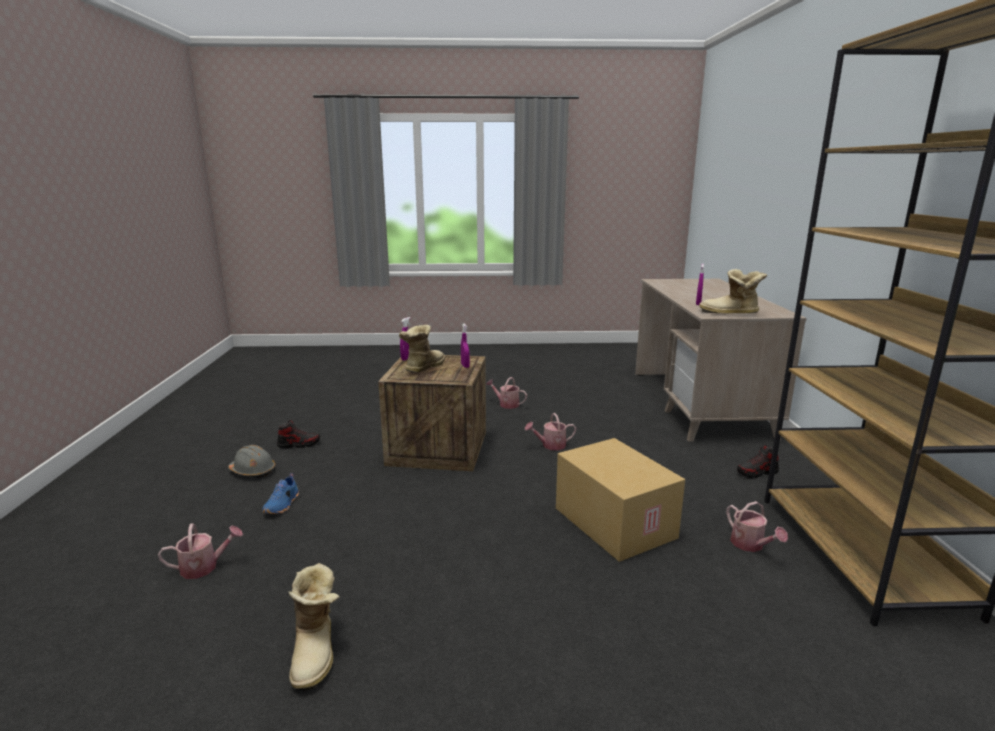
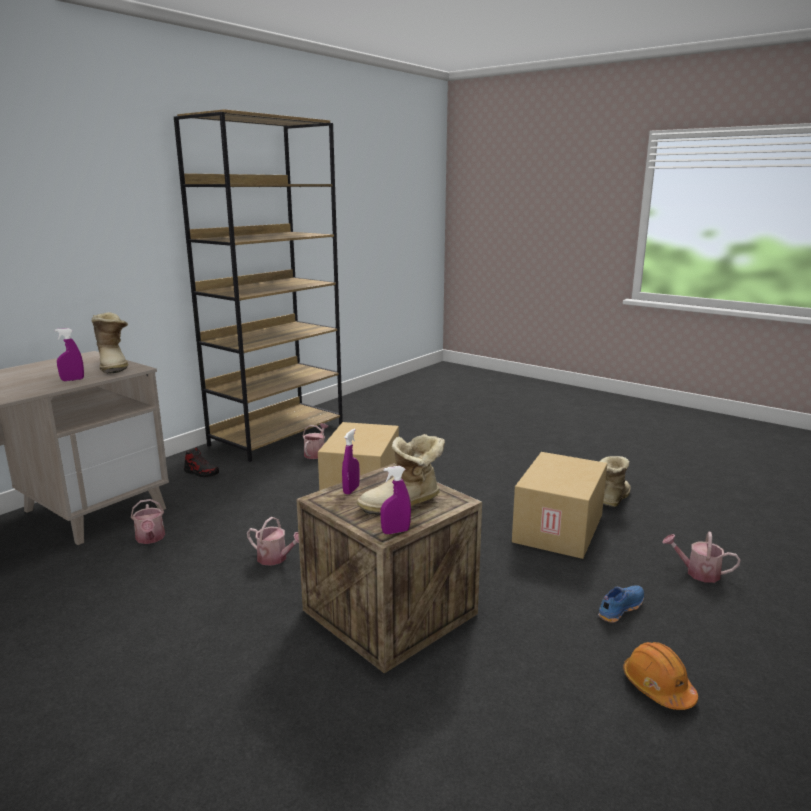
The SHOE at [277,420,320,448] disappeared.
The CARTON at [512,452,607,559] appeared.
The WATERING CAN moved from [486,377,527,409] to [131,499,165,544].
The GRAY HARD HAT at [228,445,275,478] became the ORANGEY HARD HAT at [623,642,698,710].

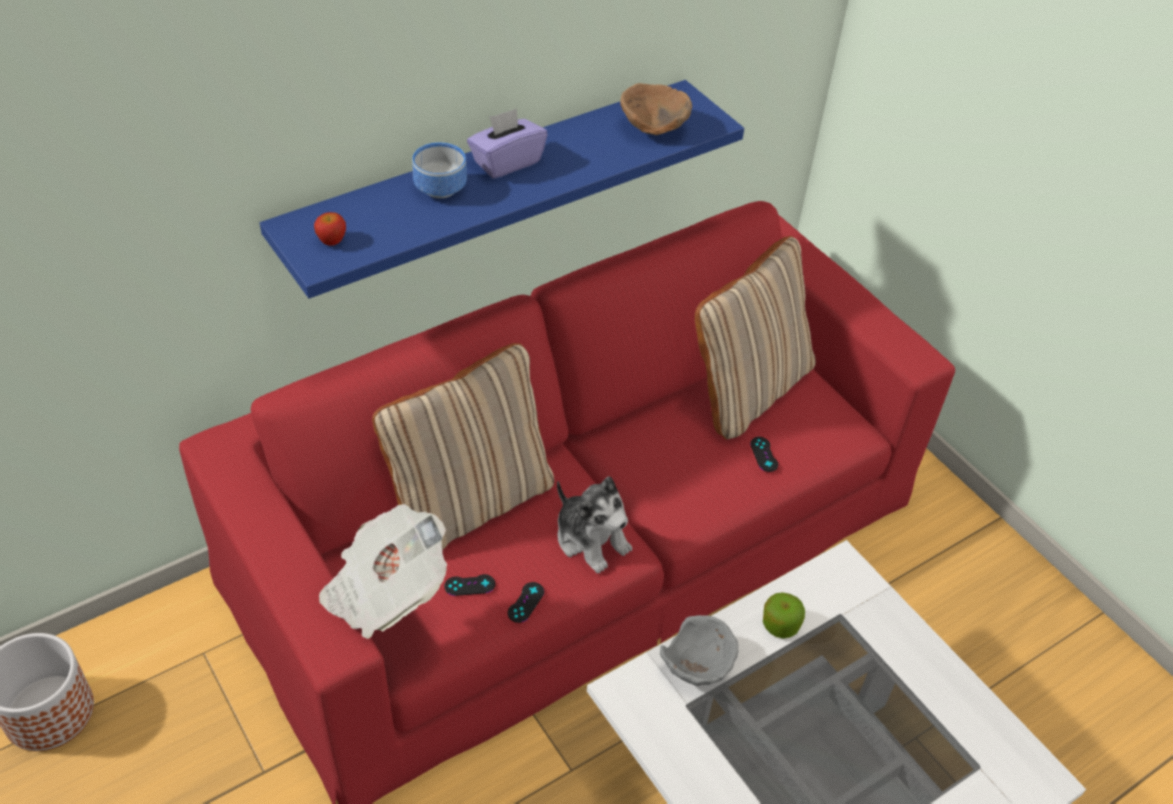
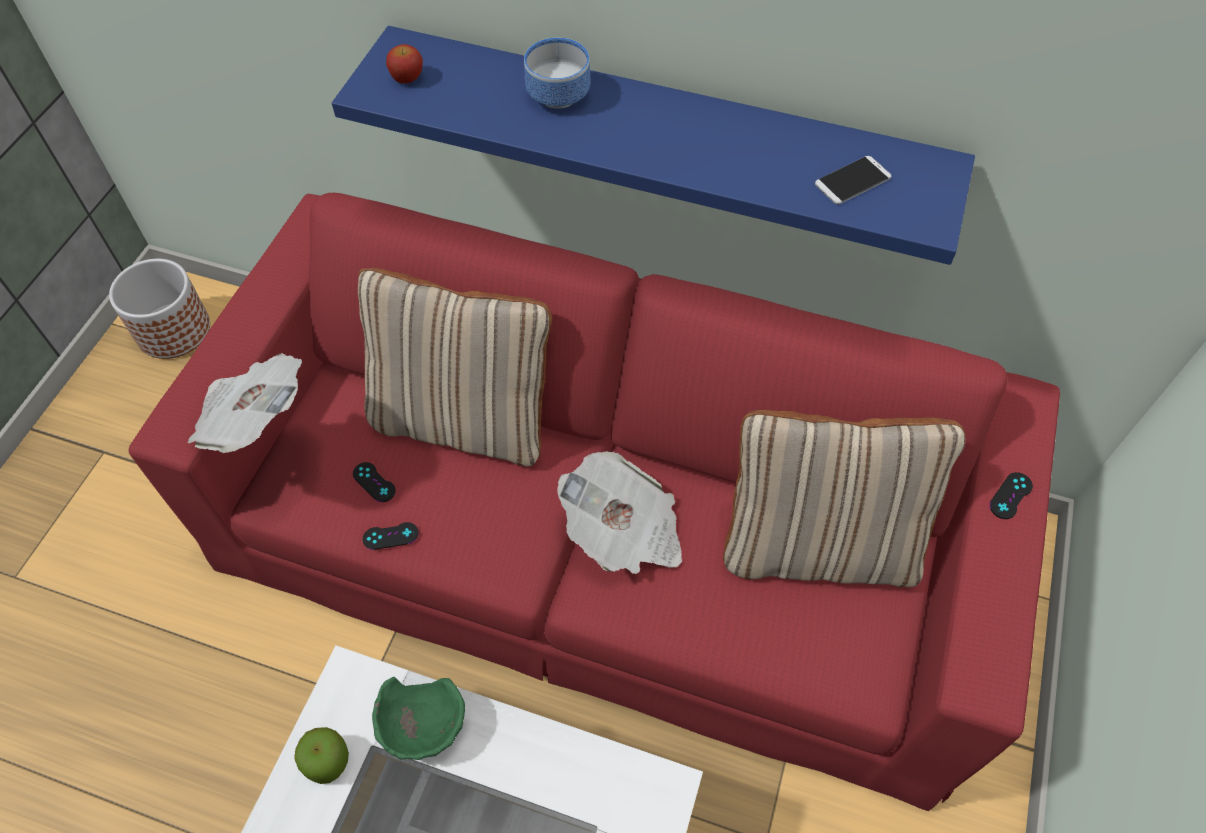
The PURPLISH TISSUE HOLDER at [467,108,548,179] disappeared.
The PLUSH TOY at [557,477,632,574] disappeared.
The DAILY PAPER at [557,451,682,574] appeared.
The BLACKISH JOYPAD moved from [750,437,778,472] to [989,472,1033,519].
The APPLE FRUIT moved from [763,592,805,639] to [294,727,349,784].
The BROWN-COLOURED BOWL at [620,83,692,135] was replaced by the TELEPHONE at [815,156,891,204].
The GRAY BOWL at [660,615,738,686] became the GREEN-COLOURED BOWL at [372,677,465,760].

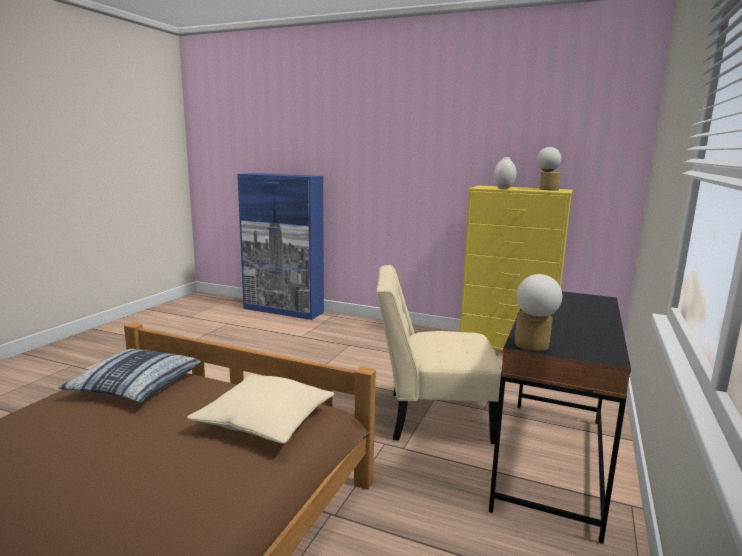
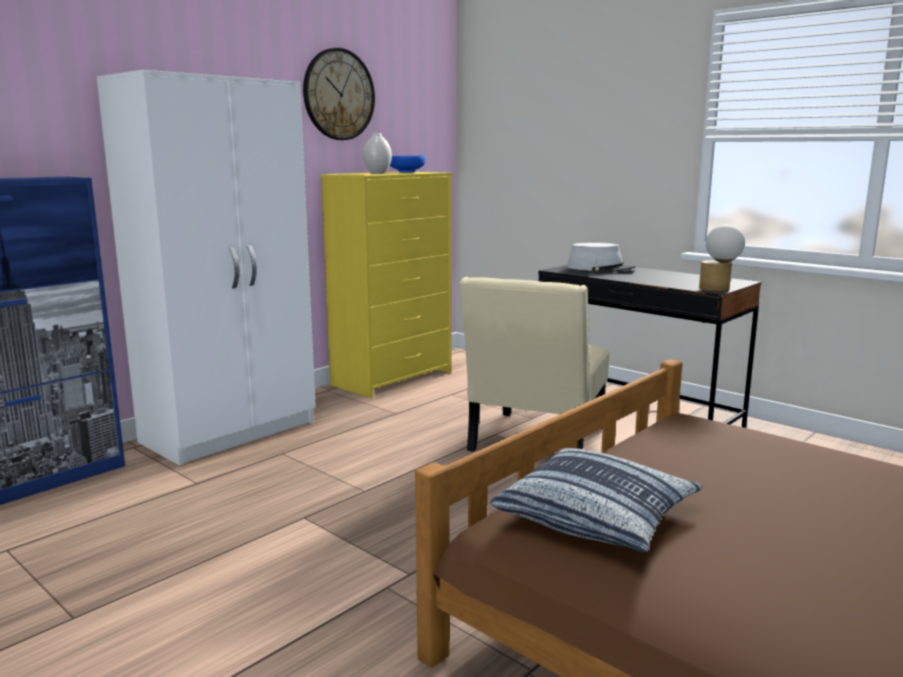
The SAND-COLOURED CUSHION at [187,375,334,444] disappeared.
The WHITE-COLOURED CLOTHES CUPBOARD at [97,70,316,466] appeared.
The HANGING CLOCK at [303,48,375,140] appeared.
The GRAY CLOTHING HAT at [567,243,636,272] appeared.
The TABLE LAMP at [536,147,561,191] was replaced by the BLUE BOWL at [390,156,426,173].

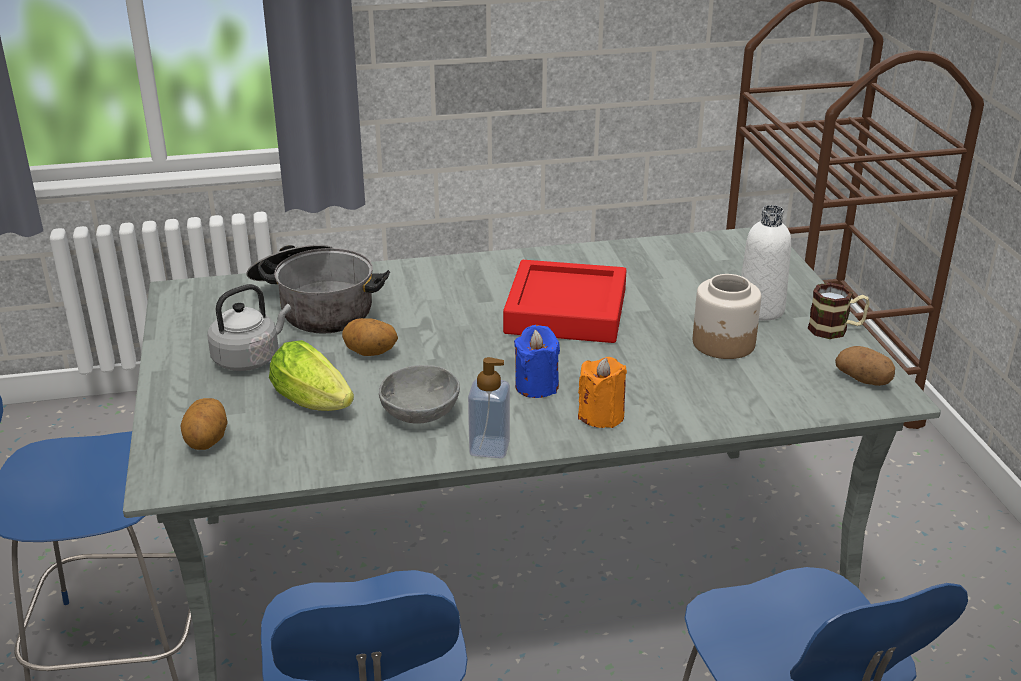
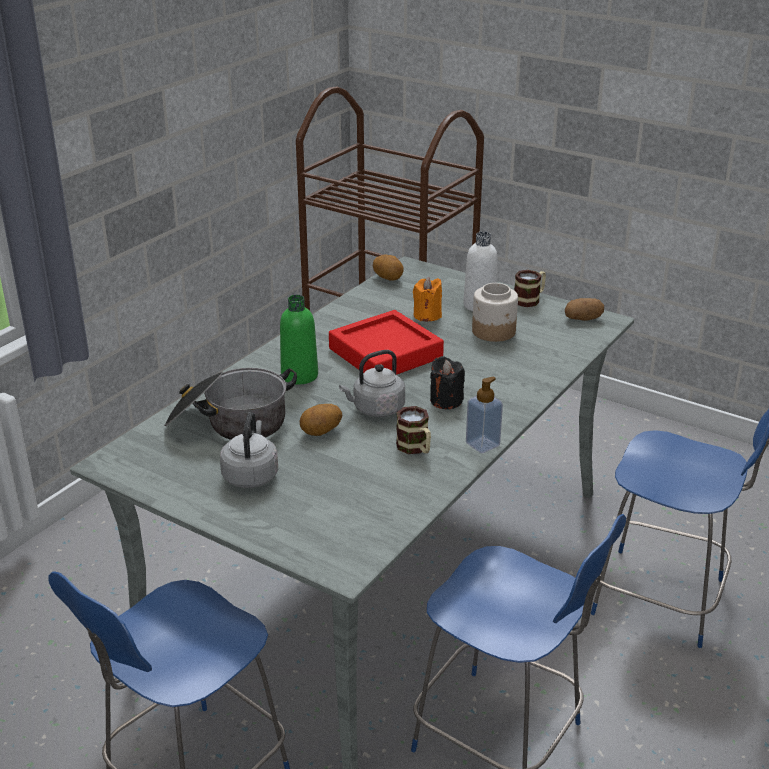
The LETTUCE HEAD at [269,340,354,411] disappeared.
The GREEN-COLOURED BEVERAGE BOTTLE at [280,295,318,384] appeared.
The GRAY TEA KETTLE at [339,350,405,417] appeared.
The WHOLE POTATO moved from [180,398,228,450] to [373,255,404,281].
The ORANGEY WAX LIGHT moved from [578,357,627,428] to [413,277,442,321].
The GRAY BOWL at [379,365,460,424] was replaced by the TEA MUG at [396,406,431,454].
The BLUE WAX LIGHT at [514,325,560,398] became the BLACKISH WAX LIGHT at [430,356,465,409].

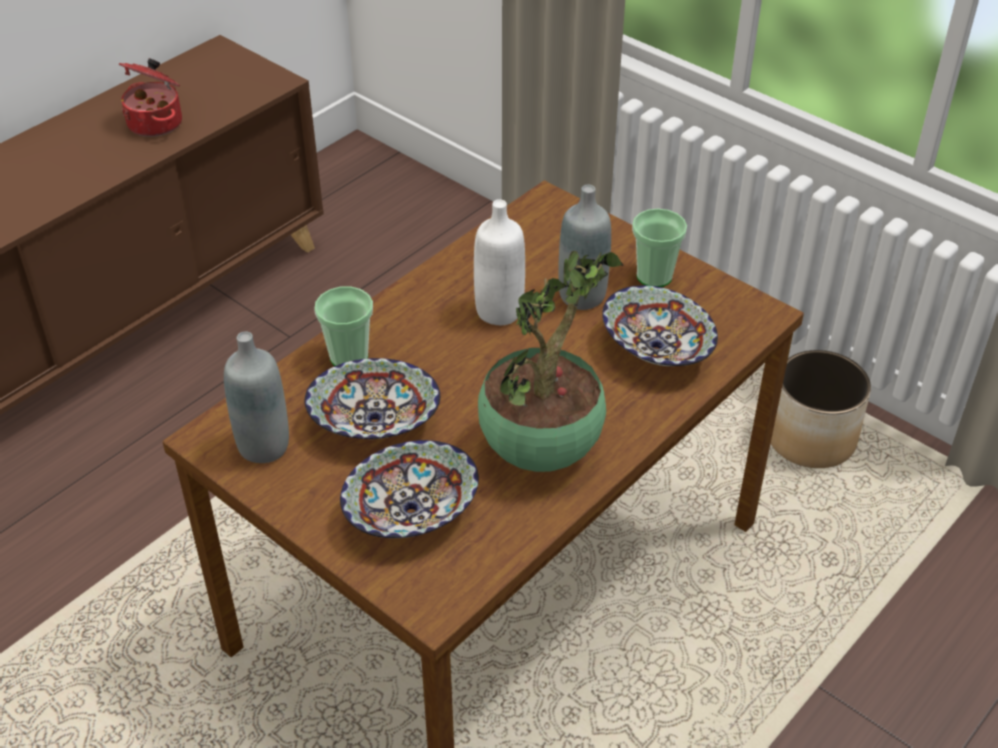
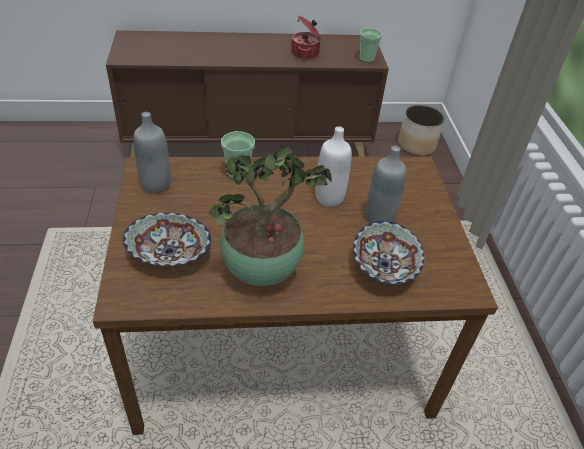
The BOWL at [305,358,440,439] disappeared.
The DRINKING CUP moved from [632,209,687,287] to [359,28,382,63].
The FLOWER POT moved from [771,350,871,468] to [398,105,445,156].

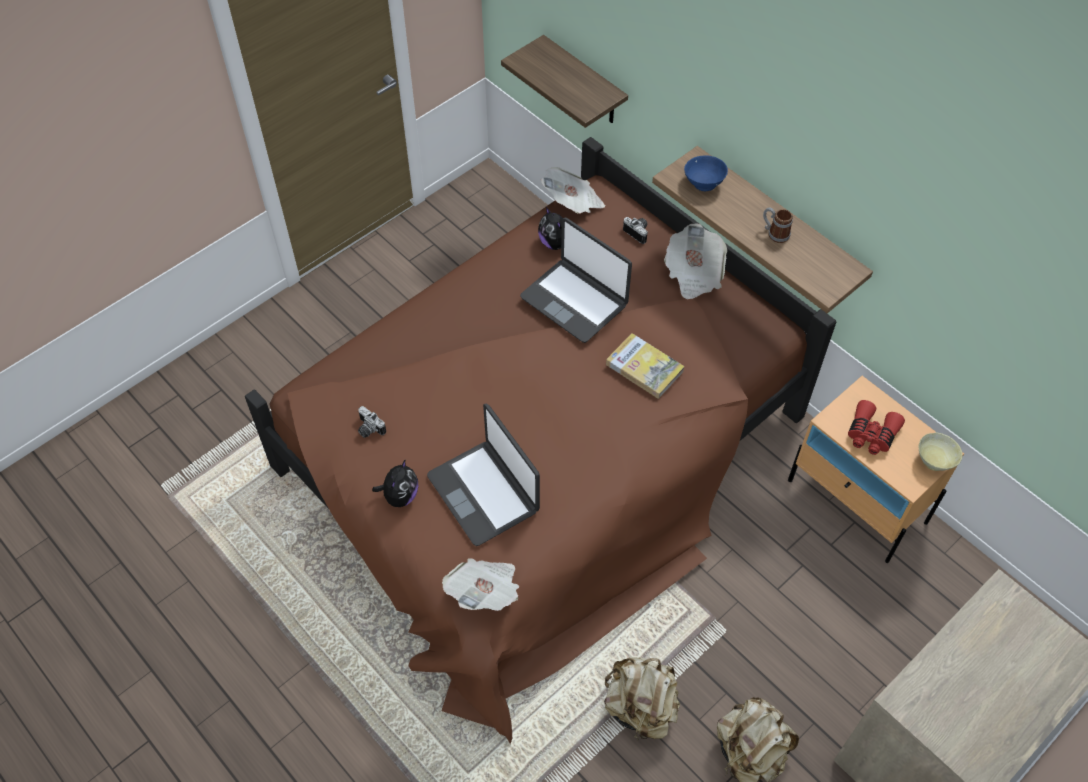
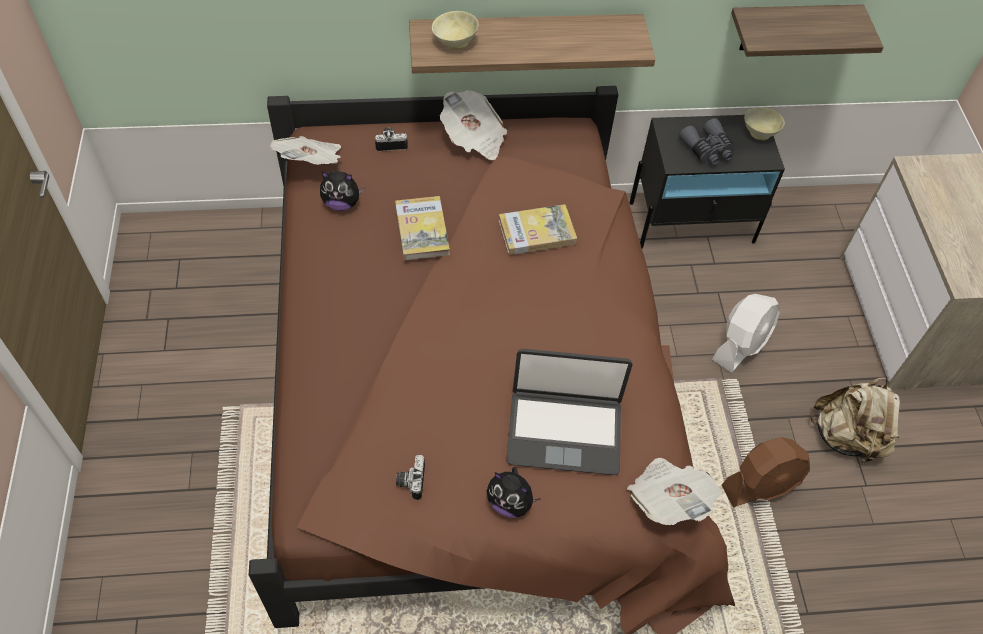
The TEA MUG at [763,208,793,243] disappeared.
The WHITE-COLOURED COOLING FAN at [712,294,780,373] appeared.
The BRACKET SHELF moved from [501,35,628,128] to [731,4,884,57].
The LAPTOP at [520,218,632,343] was replaced by the BOUND BOOK at [395,196,450,260].
The SAND-COLOURED KNAPSACK at [604,657,680,742] was replaced by the BROWN-COLOURED COOLING FAN at [722,437,810,507].
The BLUE BOWL at [684,155,728,191] became the SAND-COLOURED BOWL at [432,11,479,50].
The SAND-COLOURED BEDSIDE TABLE at [788,376,964,563] became the BLACKISH BEDSIDE TABLE at [629,115,785,249].
The RED BINOCULARS at [848,400,905,455] became the GRAY BINOCULARS at [679,118,735,165].
The PHOTO CAMERA at [358,406,386,438] turned 105 degrees clockwise.
The PLUSH TOY at [372,459,418,507] turned 150 degrees clockwise.

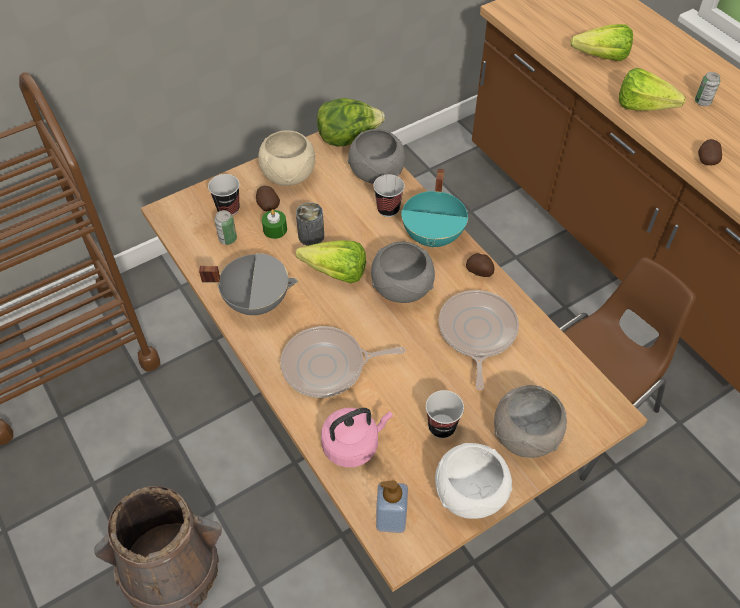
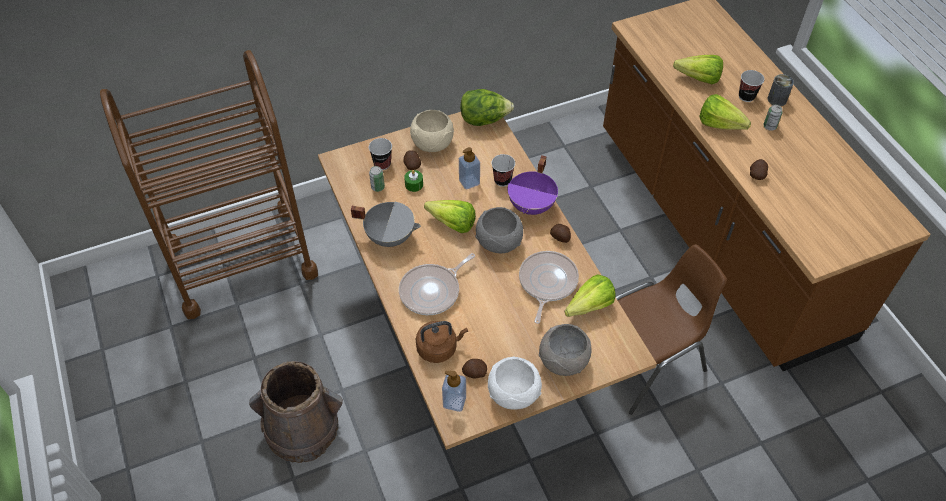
The GRAY BOWL at [348,129,405,184] disappeared.
The SOAP DISPENSER at [459,147,480,189] appeared.
The WHOLE POTATO at [462,359,487,379] appeared.
The LETTUCE HEAD at [565,274,616,317] appeared.
The METAL CAN moved from [296,202,324,246] to [768,74,794,106].
The DRINKING CUP moved from [426,390,464,438] to [739,70,764,102].
The PINKISH TEA KETTLE at [321,408,393,467] became the BROWN-COLOURED TEA KETTLE at [416,321,468,363].
The TURQUOISE-COLOURED STOCKPOT at [401,169,468,248] became the PURPLISH STOCKPOT at [507,155,558,215].
The FRYING PAN at [281,326,405,398] turned 45 degrees counterclockwise.

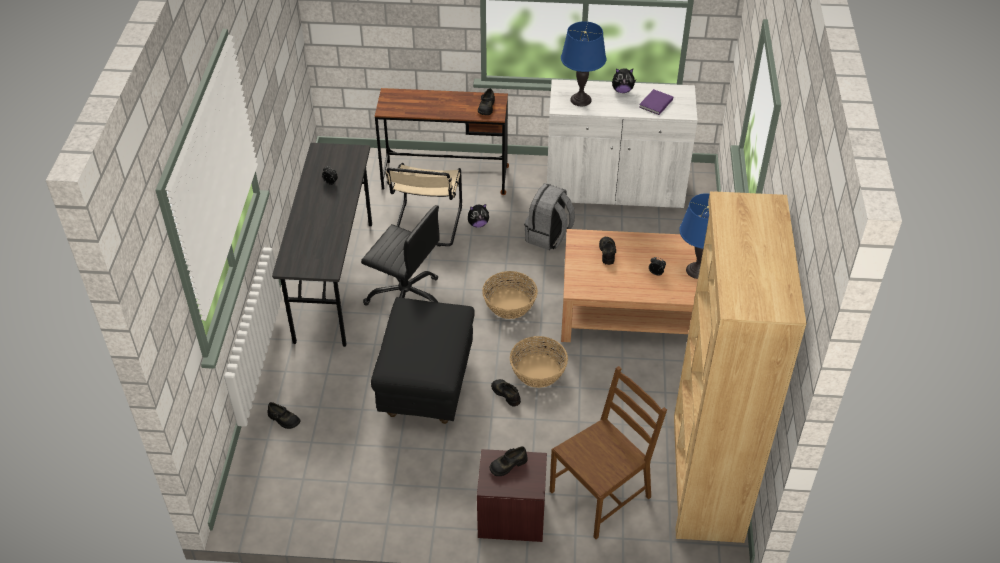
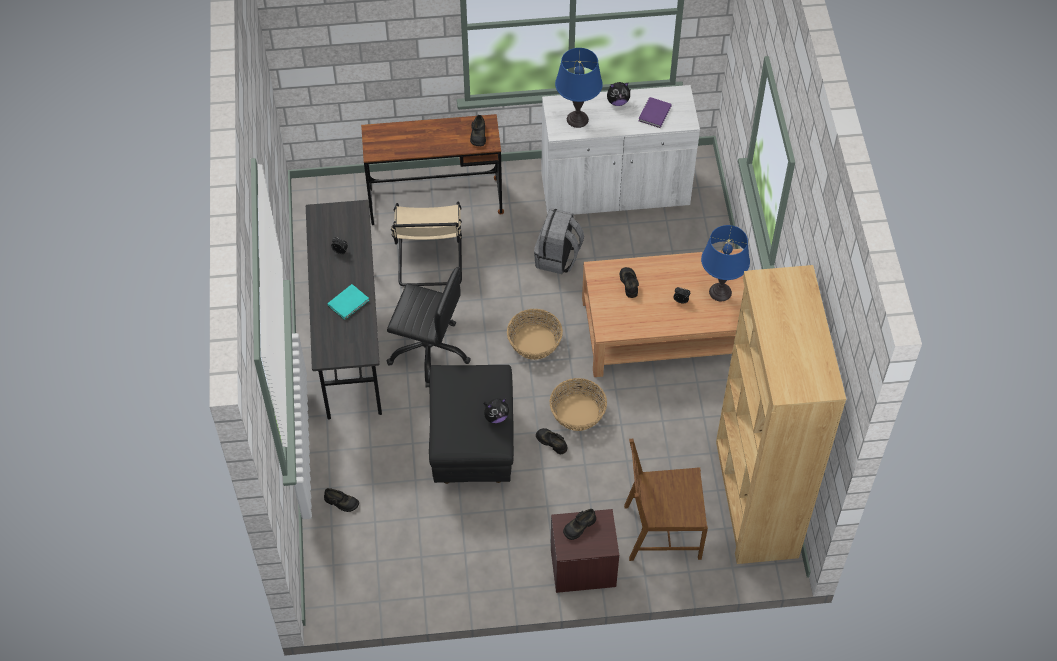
The TURQUOISE-COLOURED BOUND BOOK at [328,284,369,320] appeared.
The PLUSH TOY moved from [468,204,489,228] to [483,398,509,423].
The BROWN-COLOURED CHAIR at [550,366,667,539] turned 135 degrees counterclockwise.

